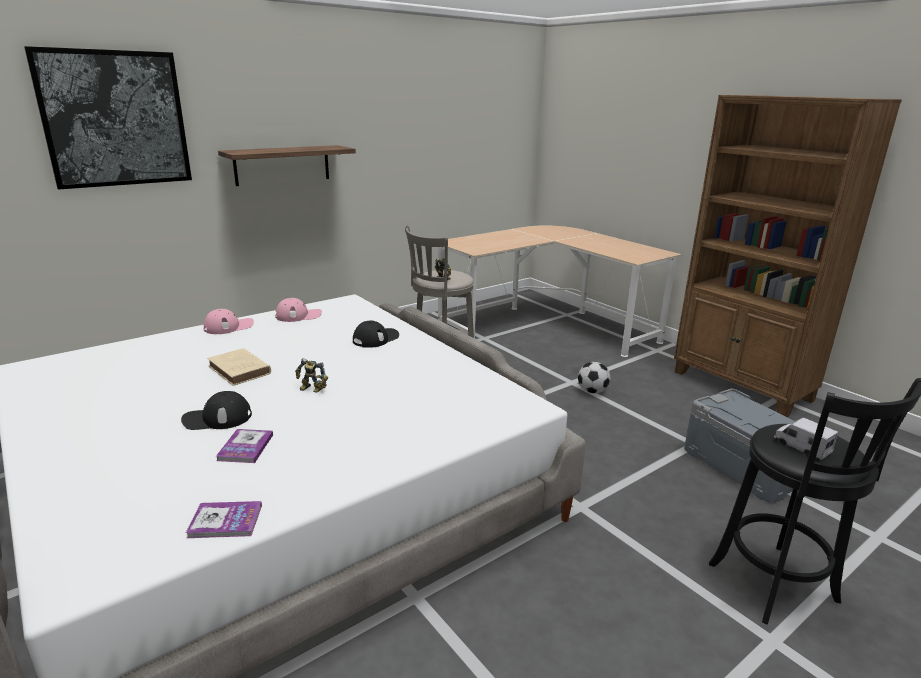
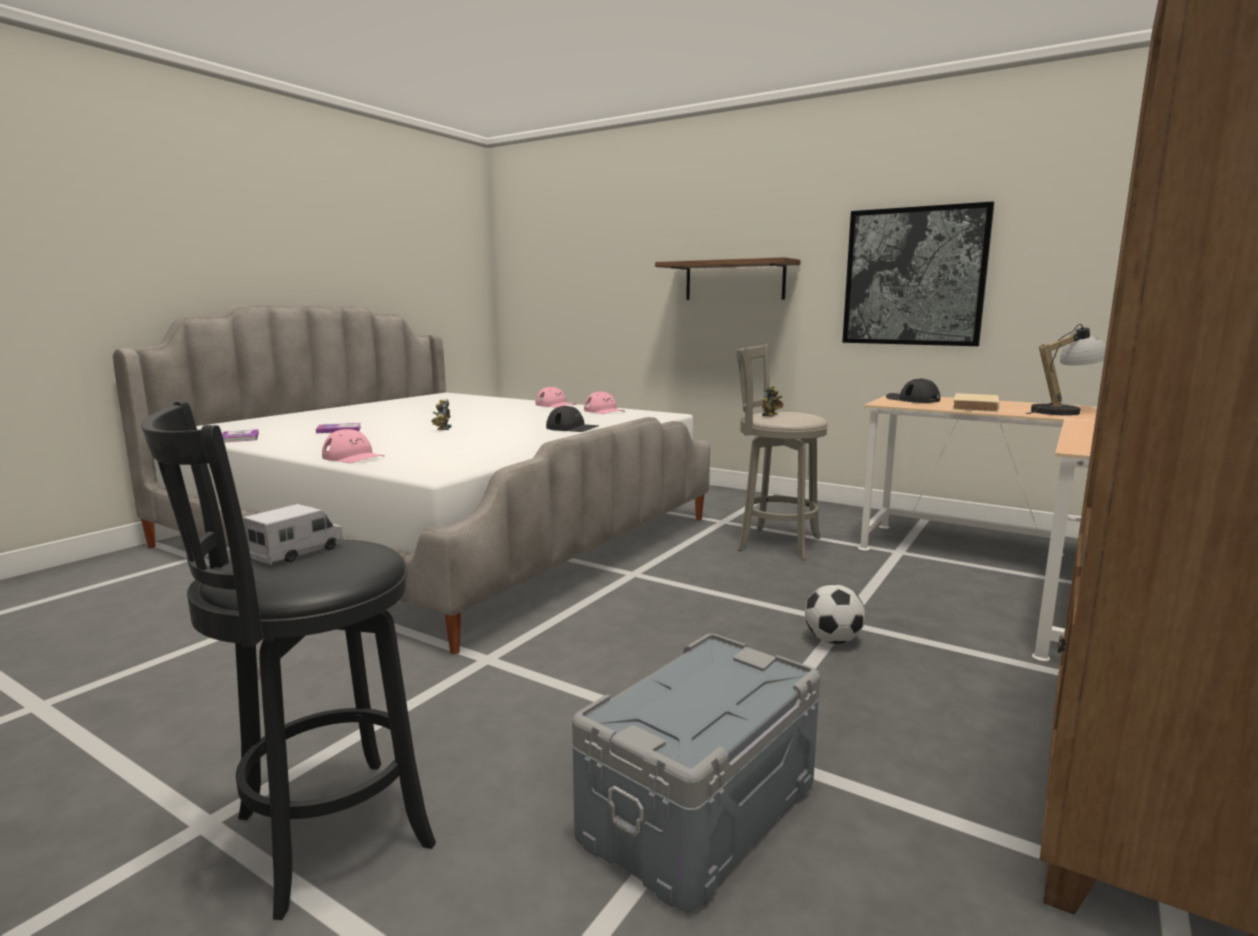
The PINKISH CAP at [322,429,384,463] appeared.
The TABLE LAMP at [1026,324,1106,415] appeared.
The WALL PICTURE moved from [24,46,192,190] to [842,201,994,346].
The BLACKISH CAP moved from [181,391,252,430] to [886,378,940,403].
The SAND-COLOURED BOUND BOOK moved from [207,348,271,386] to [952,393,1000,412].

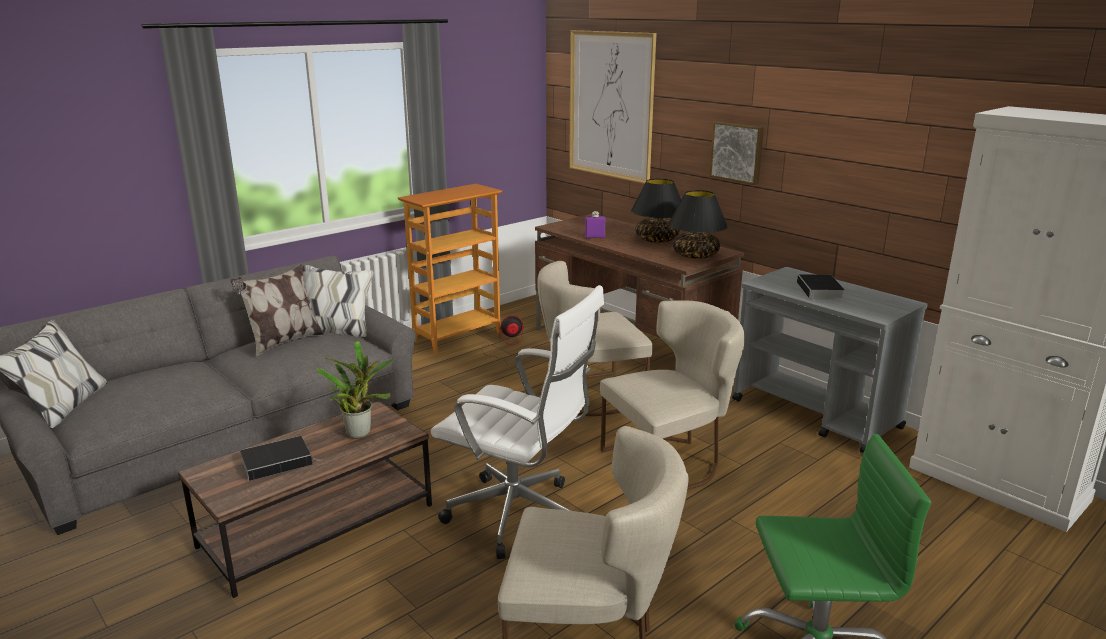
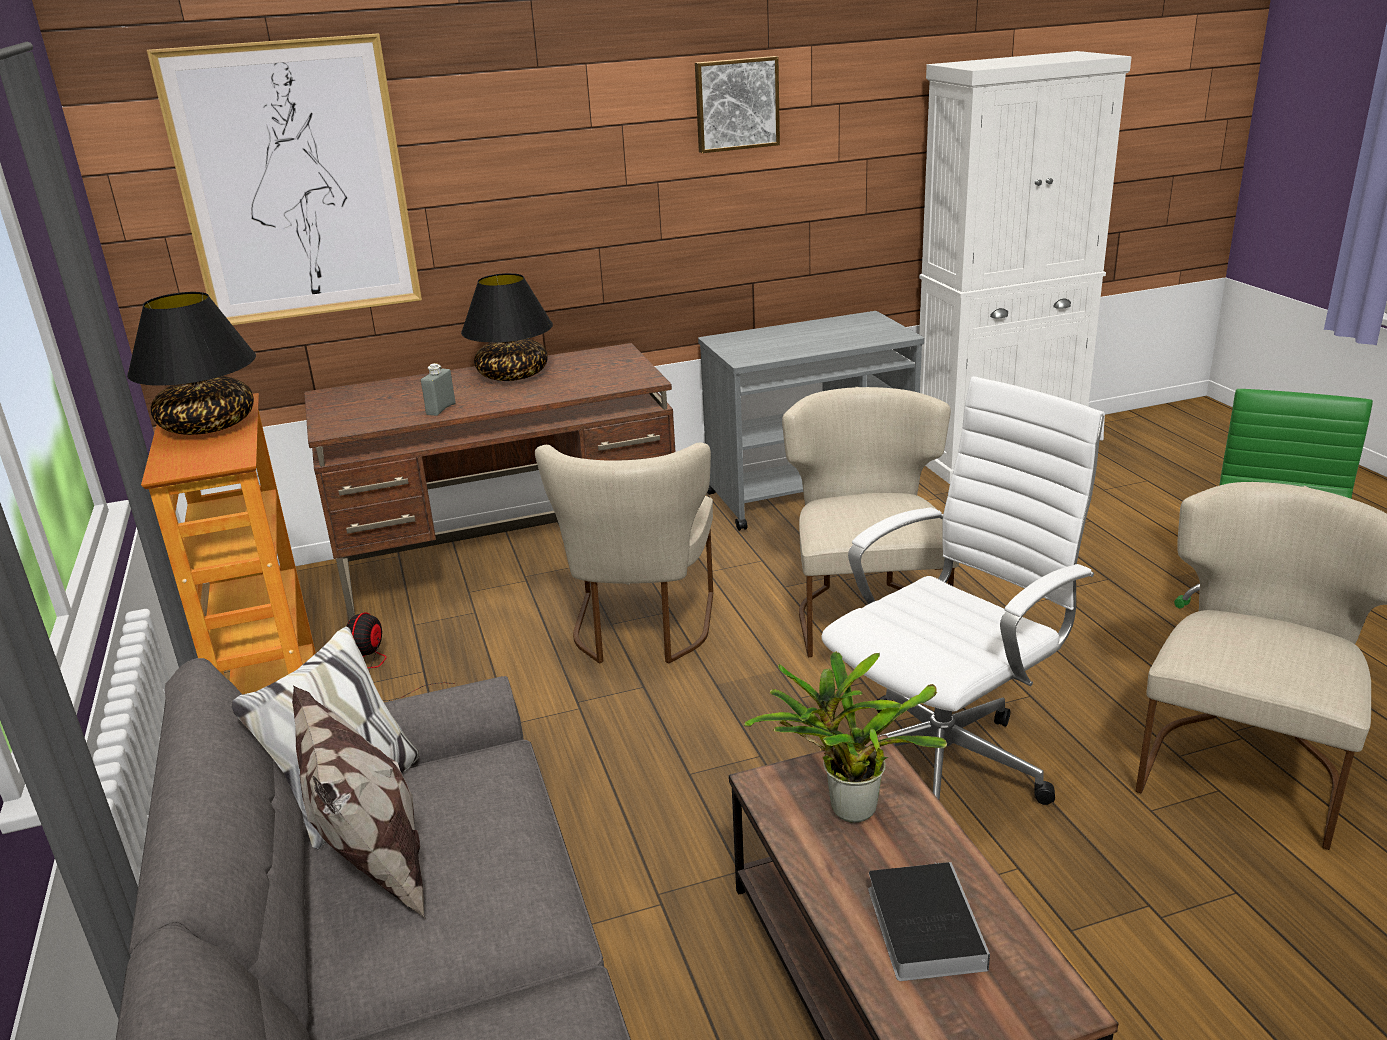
The BOUND BOOK at [797,274,845,301] disappeared.
The BLACKISH TABLE LAMP moved from [668,190,728,259] to [127,292,256,435].
The WALL PICTURE moved from [709,121,764,185] to [695,56,780,153].
The PURPLISH BEVERAGE BOTTLE at [585,211,606,239] became the GRAY BEVERAGE BOTTLE at [421,363,456,416].

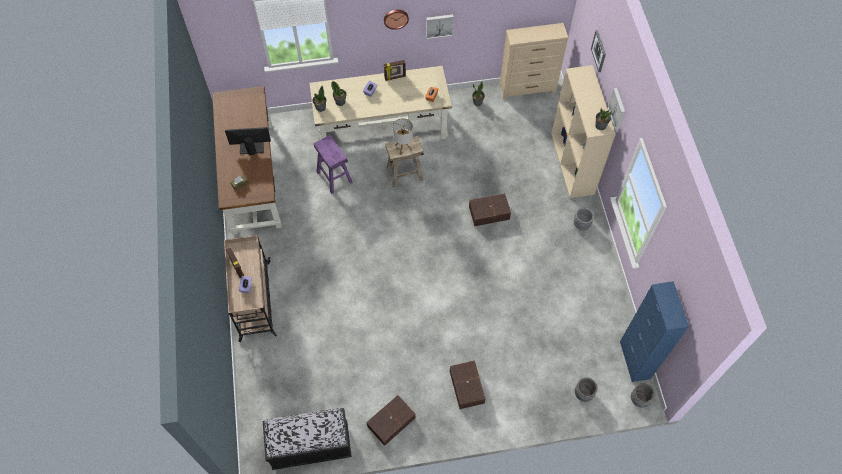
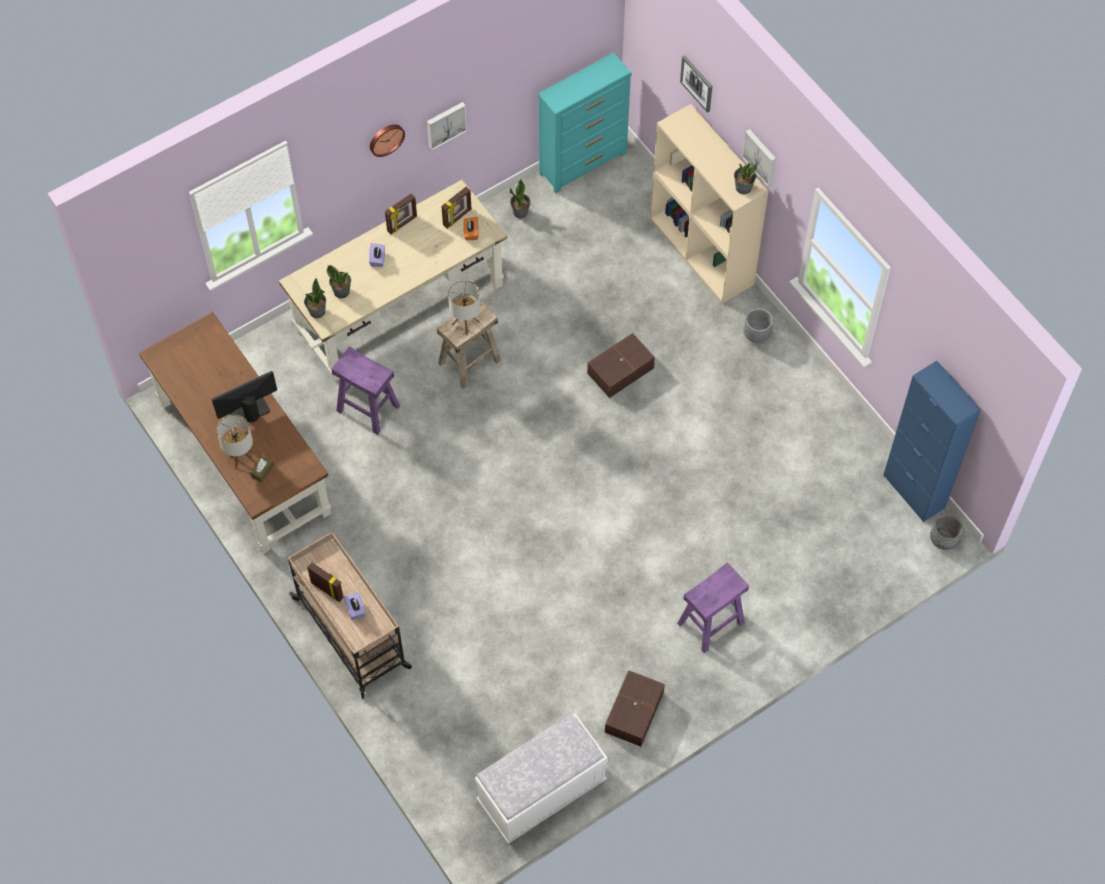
The GRAY FLOWER POT at [575,377,598,402] disappeared.
The TABLE LAMP at [216,415,255,470] appeared.
The STANDING FRAME at [441,187,471,228] appeared.
The BROWN-COLOURED STORAGE CONTAINER at [450,361,486,409] was replaced by the PURPLISH STOOL SEAT at [677,562,749,653].
The BLACKISH LONG SEAT at [263,408,352,470] became the WHITE-COLOURED LONG SEAT at [475,713,608,844].
The SAND-COLOURED DRAWER CHEST at [500,23,568,100] became the TURQUOISE-COLOURED DRAWER CHEST at [538,52,631,193].

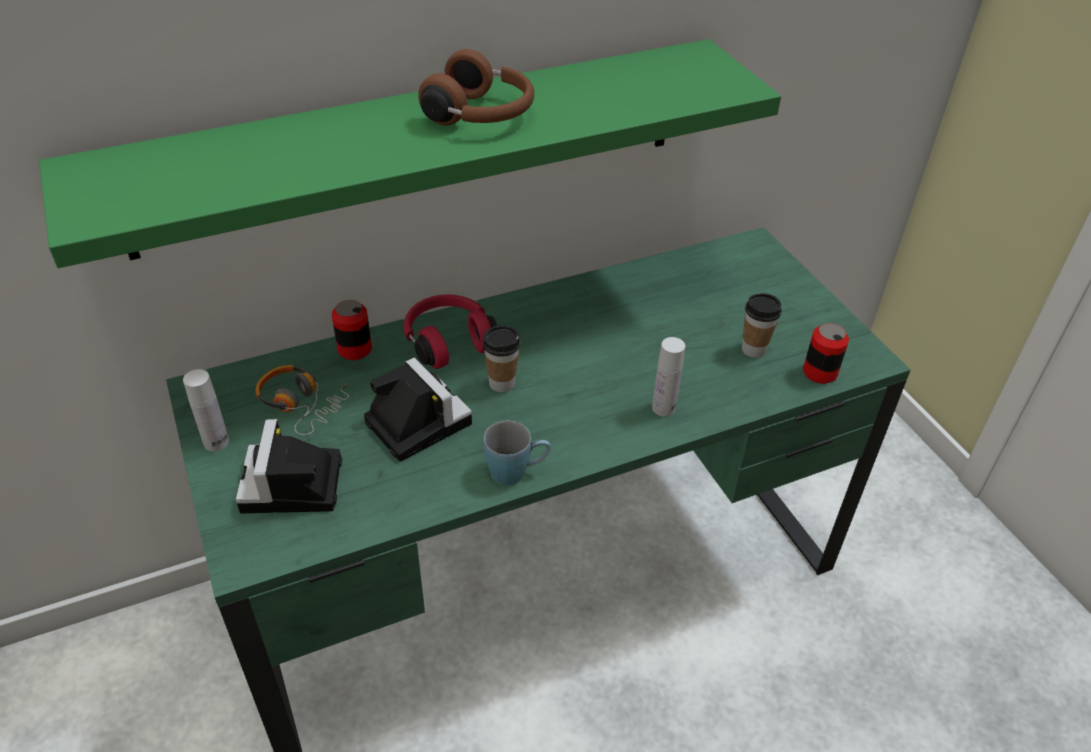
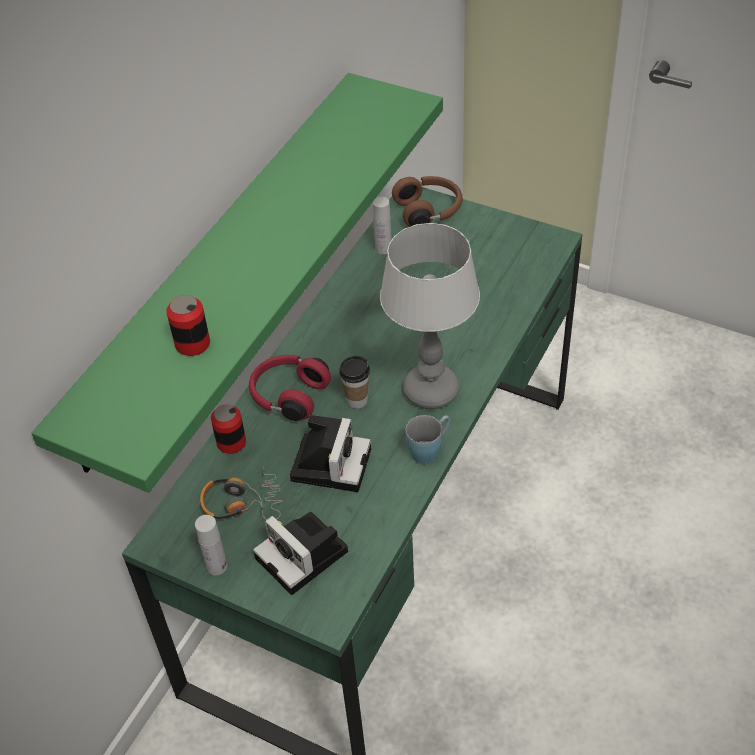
The DRINKING CUP at [742,293,782,358] disappeared.
The TABLE LAMP at [380,223,480,409] appeared.
The BROWN-COLOURED HEADPHONES moved from [418,49,534,126] to [392,176,463,227].
The WHITE-COLOURED BEVERAGE BOTTLE moved from [652,337,685,417] to [373,197,392,254].
The METAL CAN moved from [803,323,849,384] to [166,295,210,356].
The PHOTO CAMERA at [364,357,472,462] turned 90 degrees clockwise.

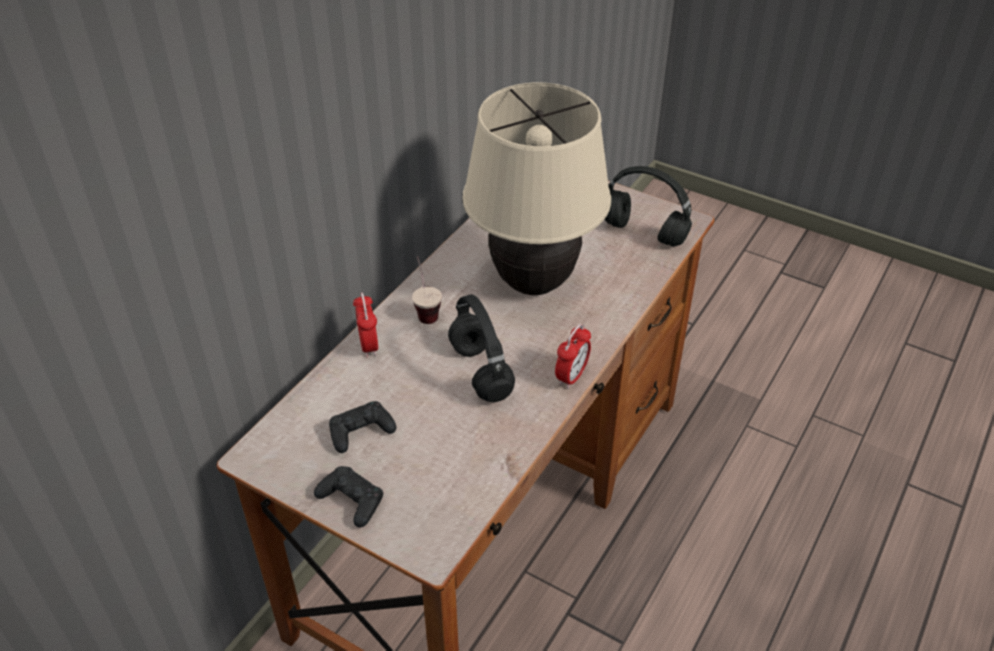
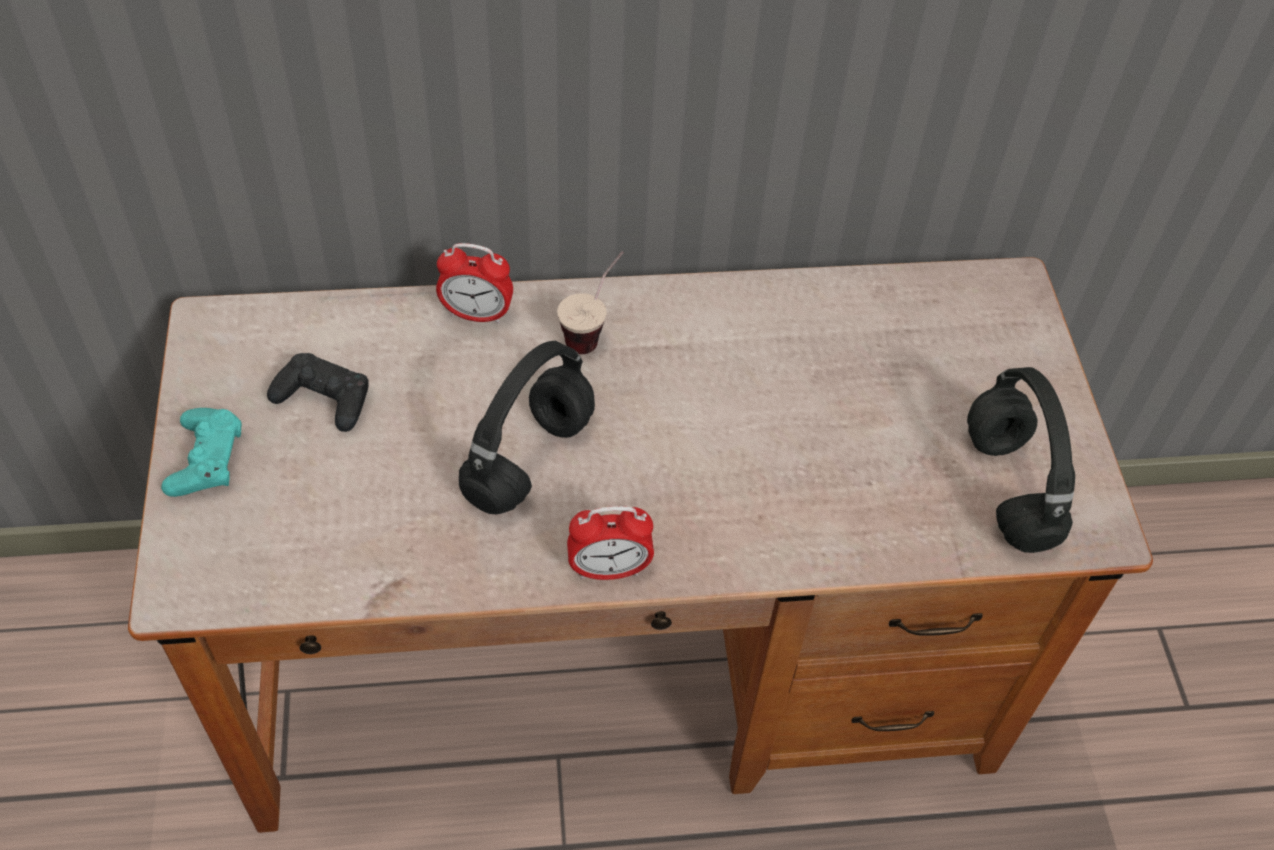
The SAND-COLOURED TABLE LAMP at [462,83,611,295] disappeared.
The BLACKISH JOYPAD at [314,466,383,528] became the TURQUOISE-COLOURED JOYPAD at [161,408,242,497].
The BEDSIDE CLOCK at [353,293,378,357] turned 60 degrees clockwise.

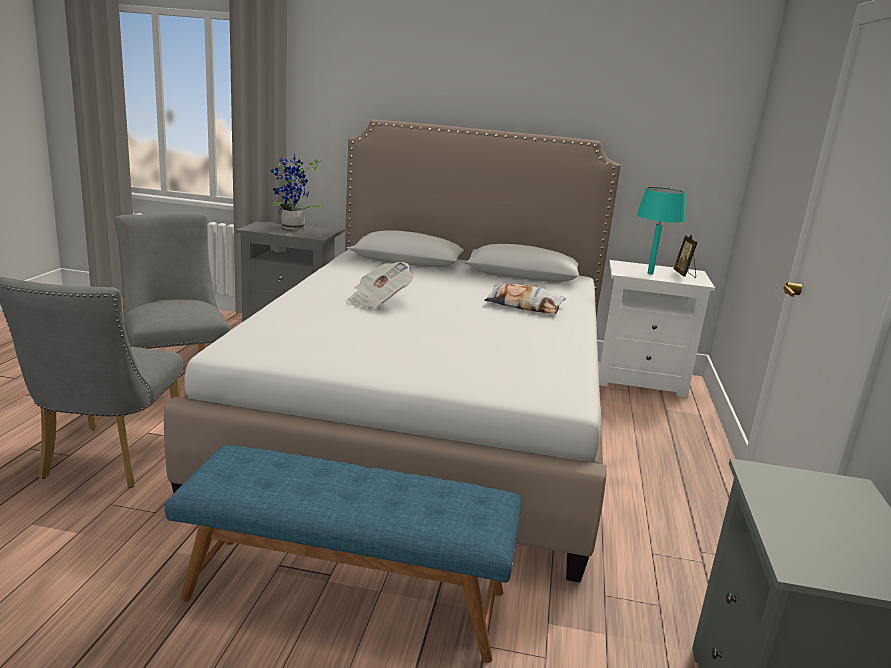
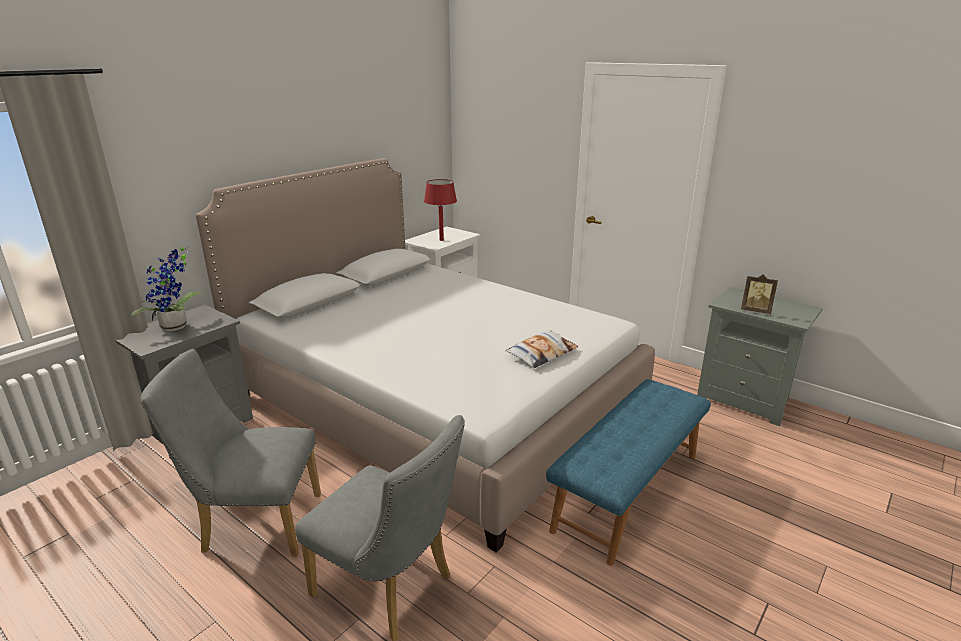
The DAILY PAPER at [346,262,413,308] disappeared.
The CUSHION moved from [484,284,566,314] to [505,330,578,368].
The STANDING FRAME moved from [674,234,698,278] to [741,274,778,314].
The TURQUOISE-COLOURED TABLE LAMP at [637,187,685,274] became the RED TABLE LAMP at [424,179,457,241].

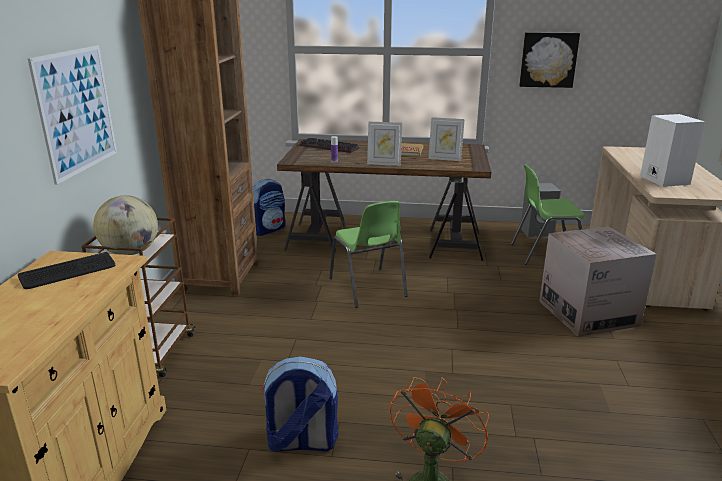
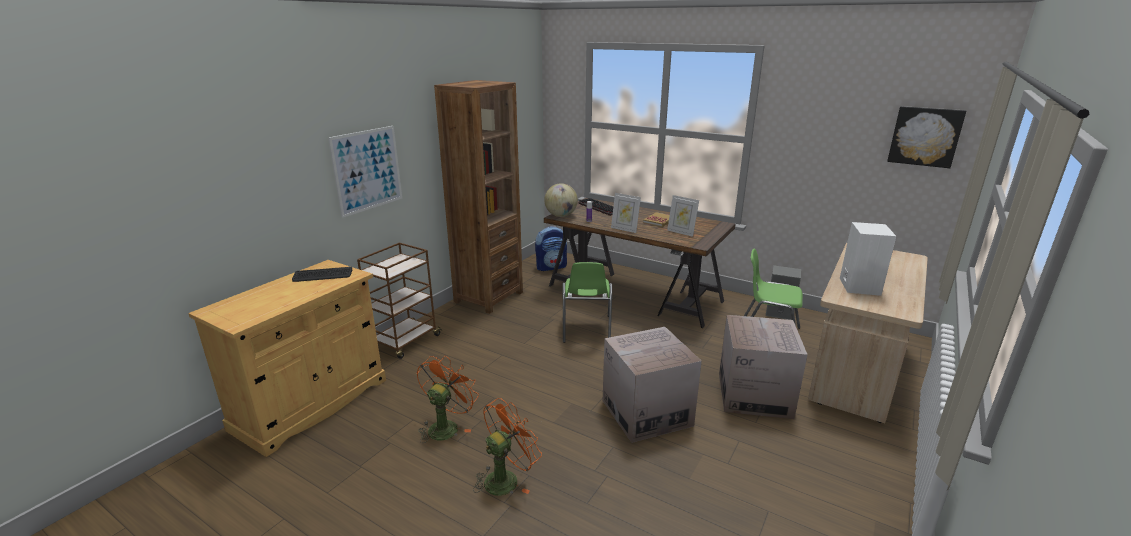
The CARTON at [603,327,702,443] appeared.
The WORLD GLOBE moved from [93,195,158,255] to [544,183,578,217].
The WALL PICTURE moved from [519,32,580,88] to [887,106,966,168].
The KNAPSACK at [260,356,338,452] was replaced by the ORANGEY COOLING FAN at [417,356,479,443].

